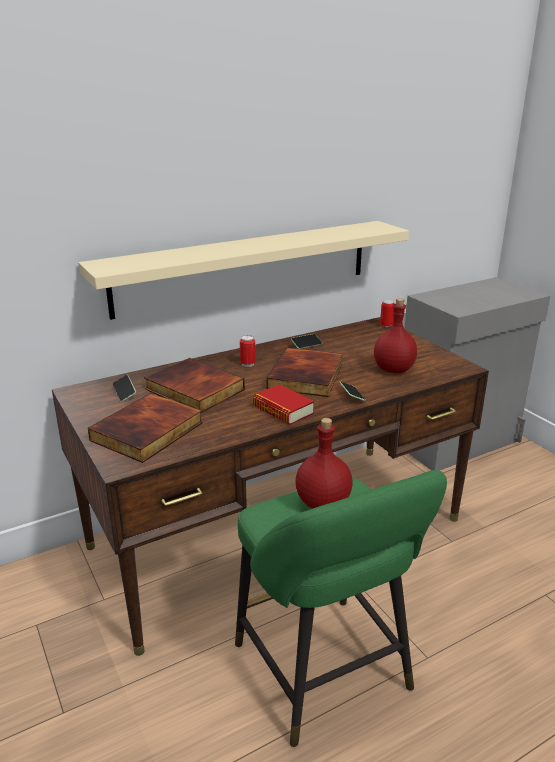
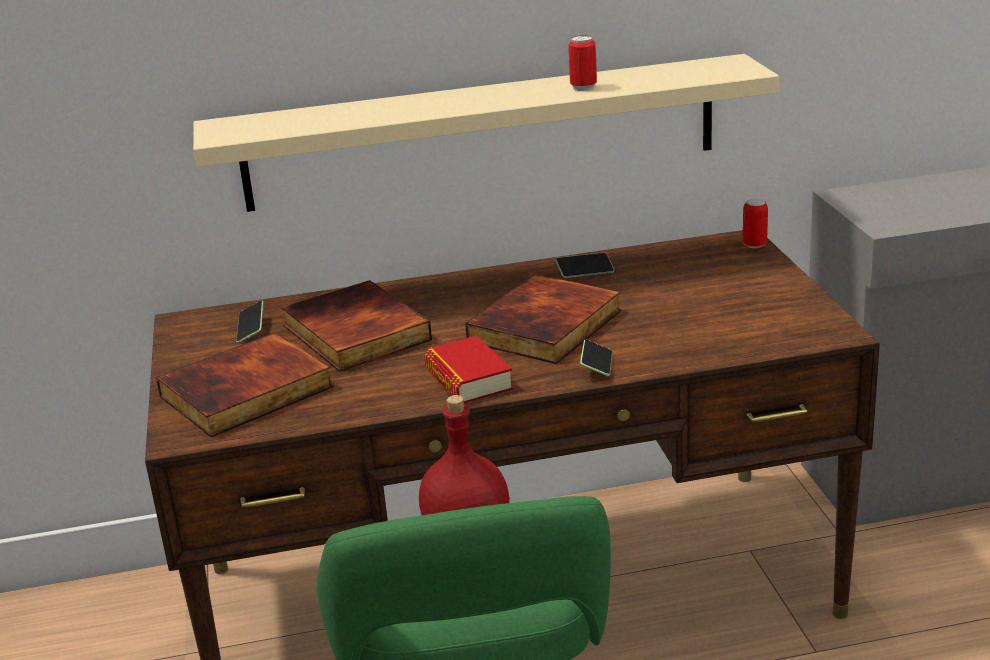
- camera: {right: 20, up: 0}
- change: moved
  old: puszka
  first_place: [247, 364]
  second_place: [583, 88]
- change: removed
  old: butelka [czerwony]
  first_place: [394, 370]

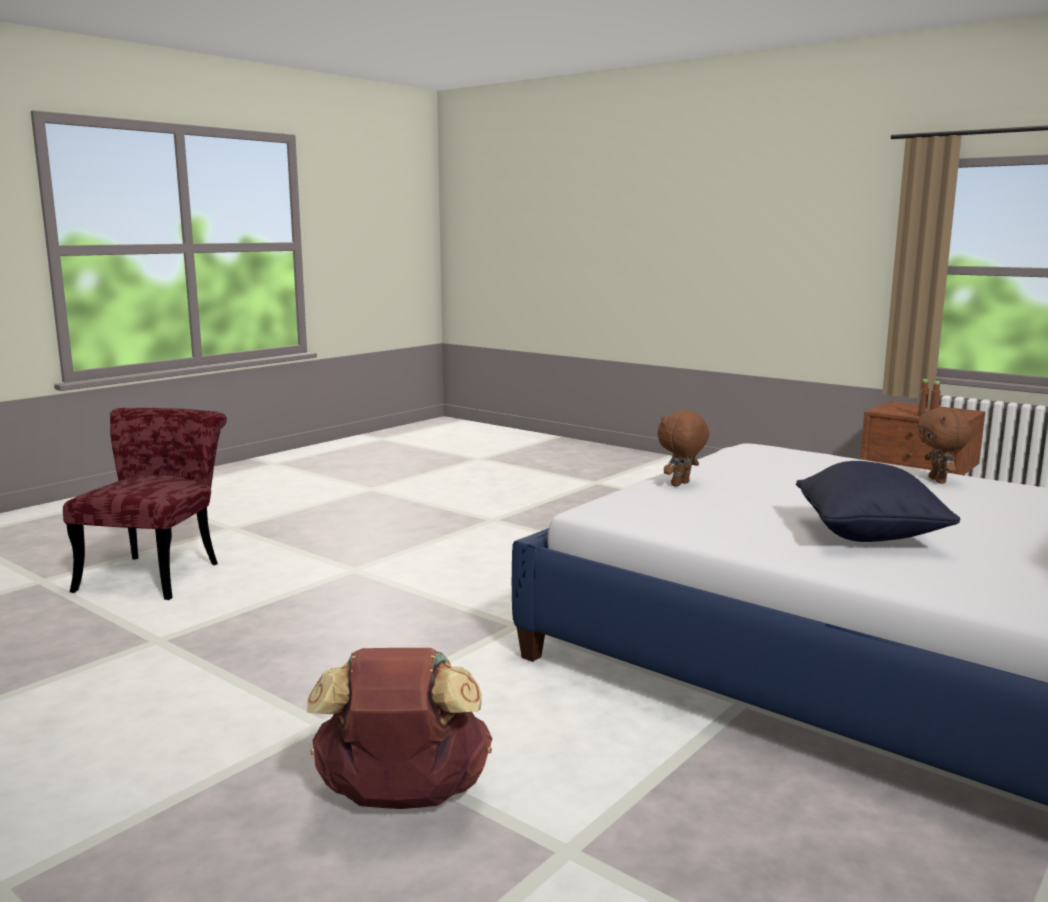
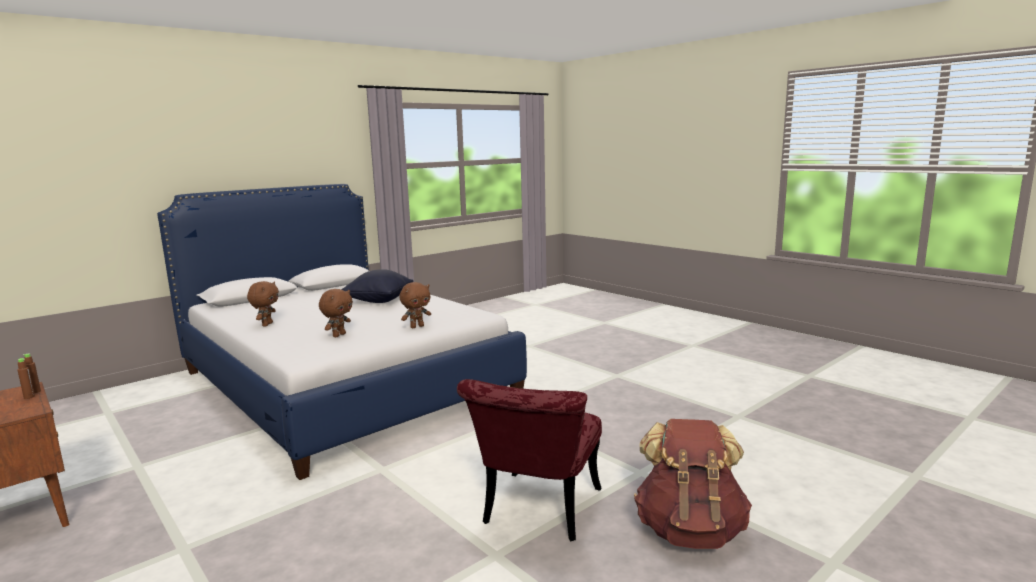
- camera: {right: -170, up: 0}
- change: added
  new: pluszak [brązowy]
  second_place: [338, 335]
- change: moved
  old: krzesło [czerwony]
  first_place: [157, 572]
  second_place: [538, 513]
- change: moved
  old: plecak [brązowy]
  first_place: [402, 799]
  second_place: [690, 530]

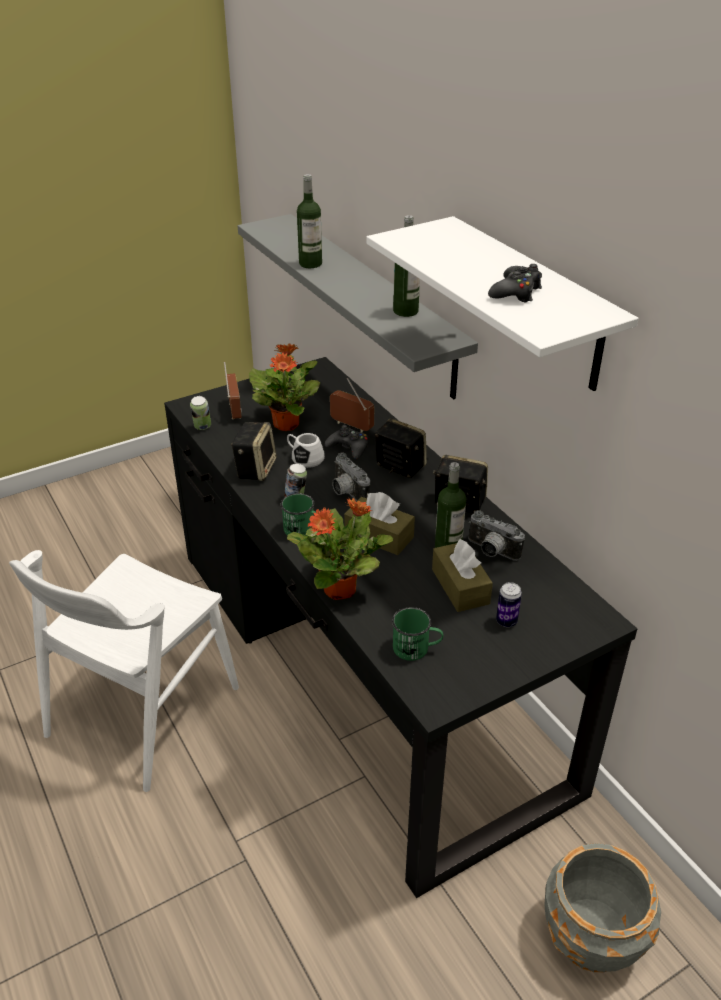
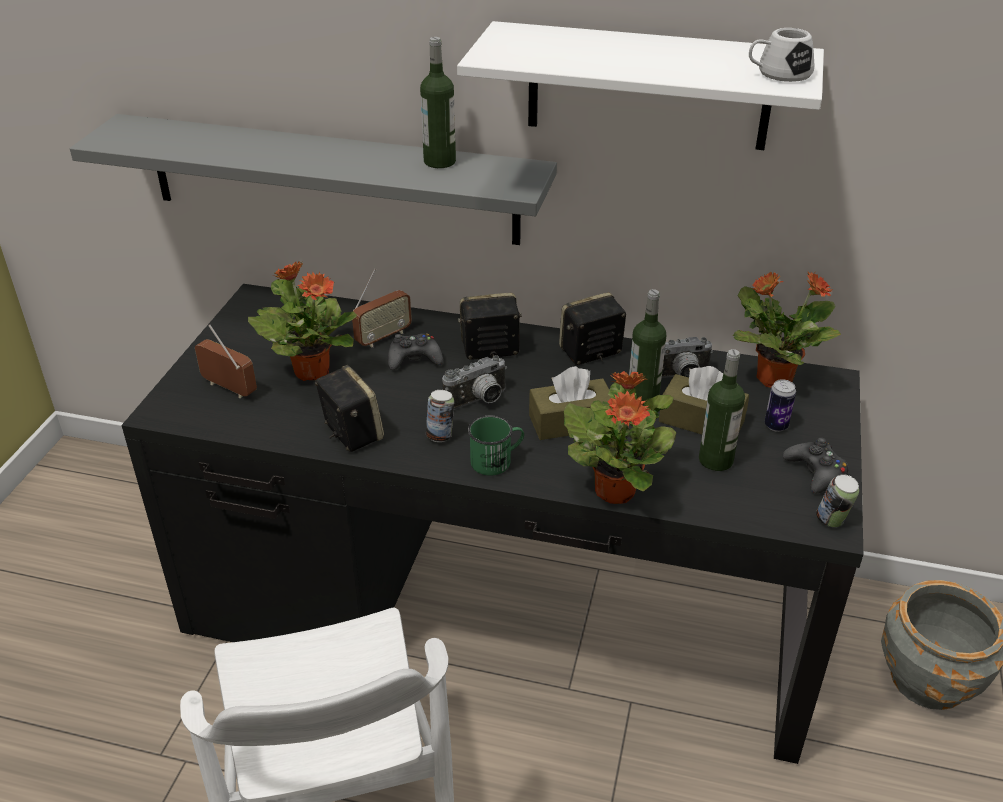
- camera: {right: -45, up: 0}
- change: turned
  old: radio
  first_place: [351, 426]
  second_place: [383, 337]
  degrees: 150
- change: turned
  old: aparat fotograficzny
  first_place: [346, 492]
  second_place: [479, 401]
  degrees: -45
- change: moved
  old: butelka
  first_place: [310, 264]
  second_place: [716, 460]
- change: added
  new: roślina doniczkowa
  second_place: [772, 378]
- change: moved
  old: kubek [biały]
  first_place: [304, 458]
  second_place: [778, 74]
- change: moved
  old: pad do gier [czarny]
  first_place: [516, 292]
  second_place: [816, 472]
- change: moved
  old: puszka
  first_place: [202, 427]
  second_place: [832, 521]
- change: removed
  old: kubek [zielony]
  first_place: [416, 649]

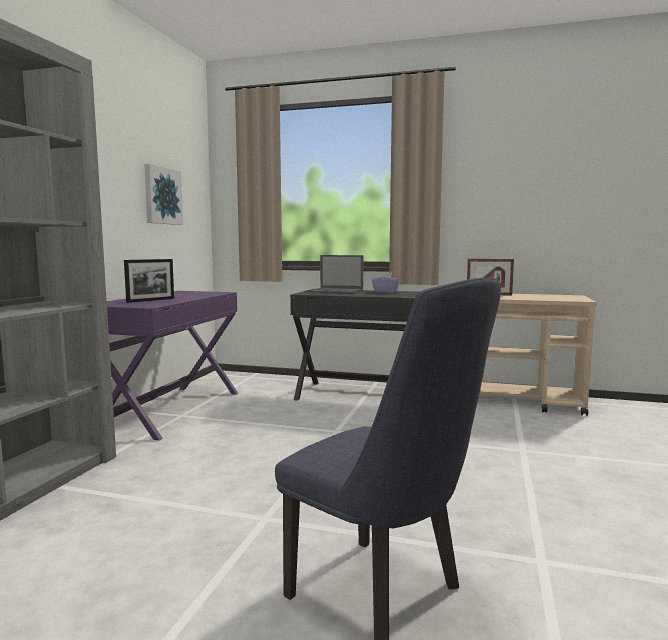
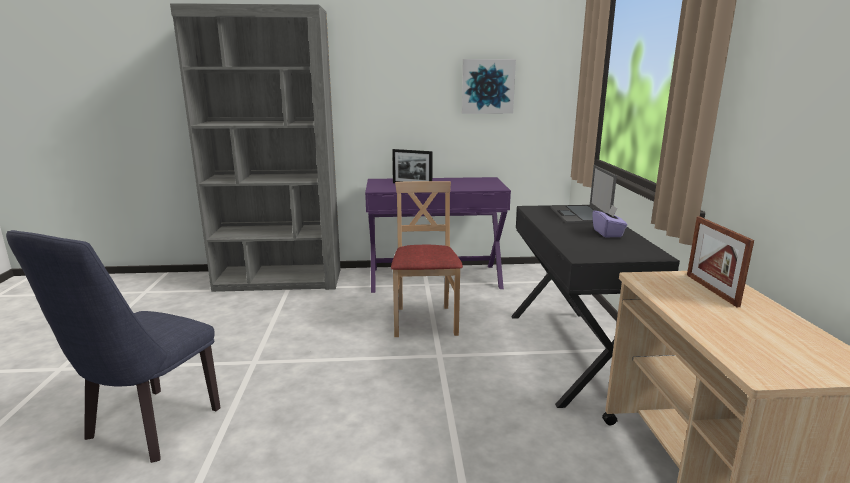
- camera: {right: 70, up: 10}
- change: added
  new: krzesło [beżowy]
  second_place: [425, 321]

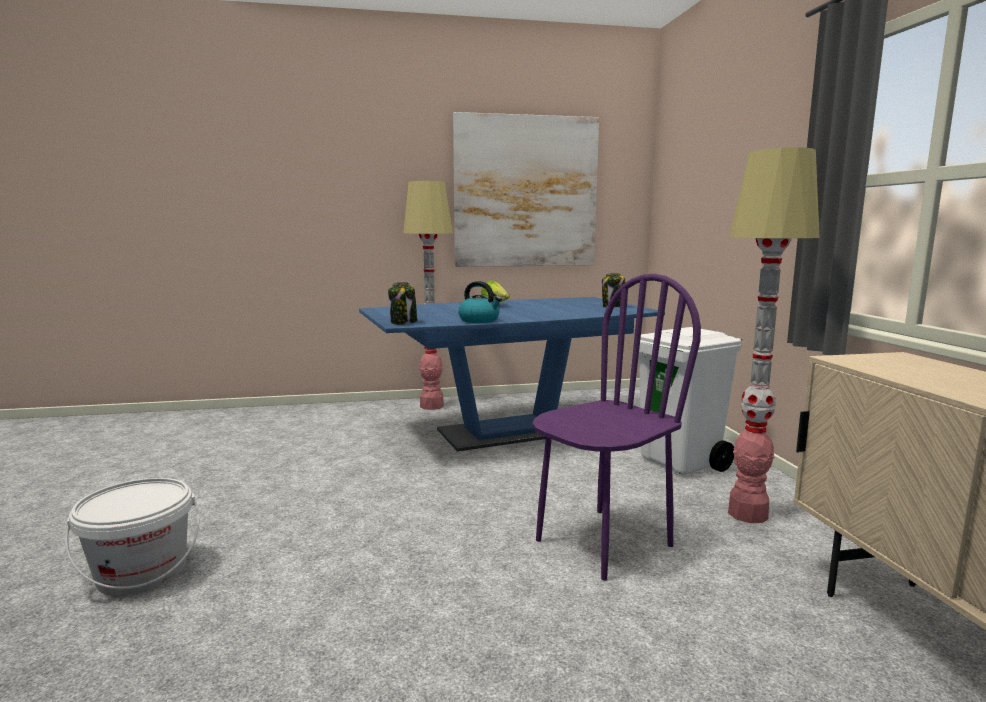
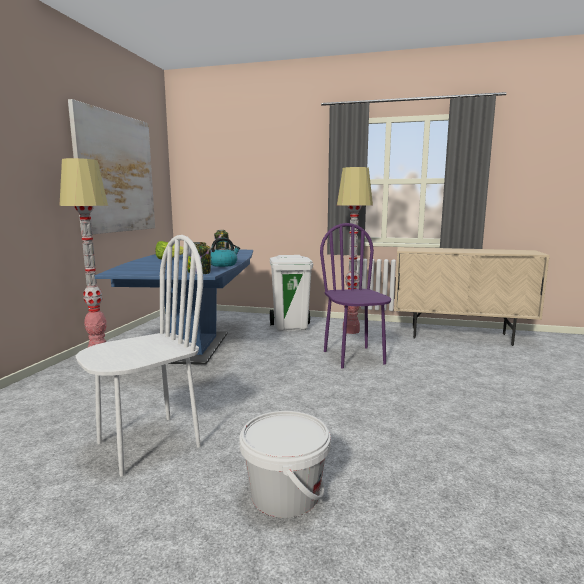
- camera: {right: -65, up: 0}
- change: added
  new: krzesło [biały]
  second_place: [148, 444]

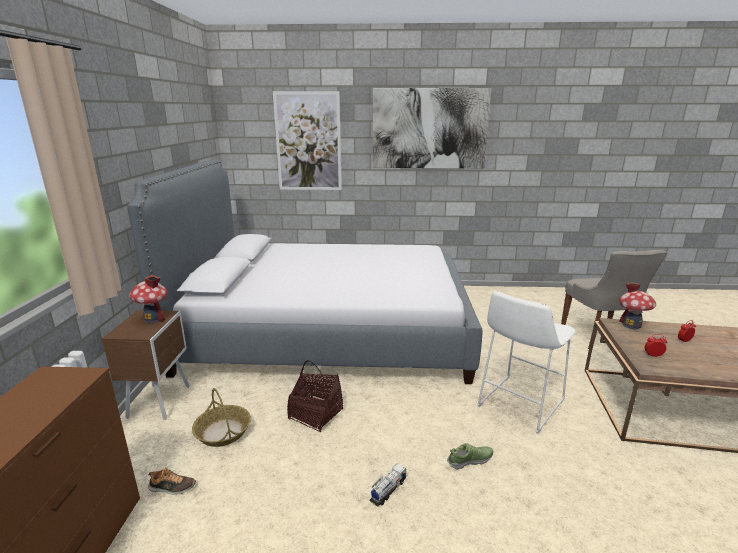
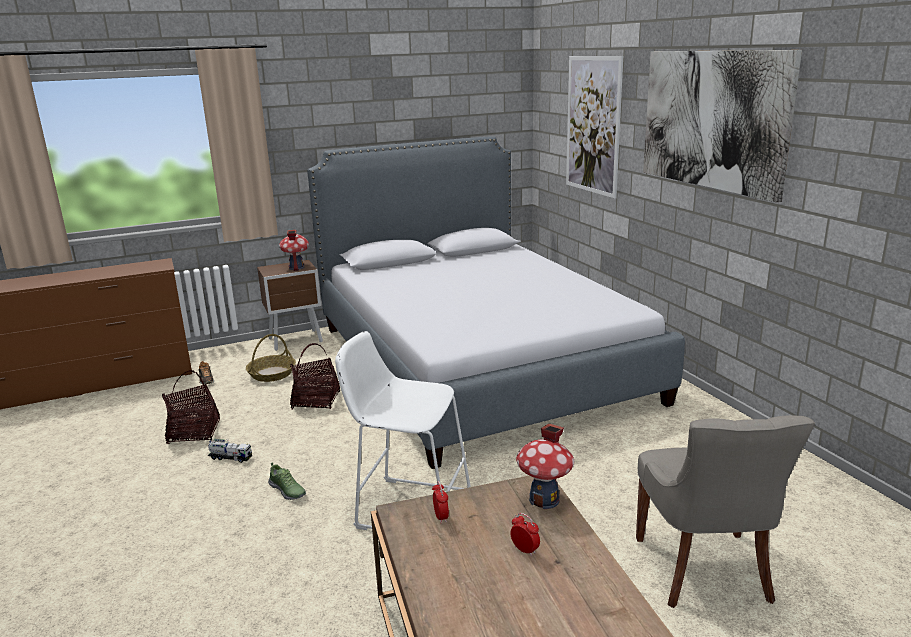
- camera: {right: 65, up: 0}
- change: added
  new: koszyk
  second_place: [194, 432]
- change: turned
  old: krzesło [szary]
  first_place: [599, 337]
  second_place: [704, 571]
  degrees: -60

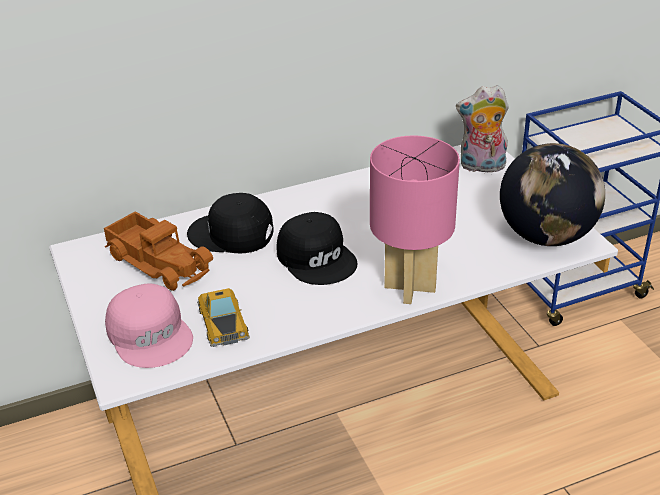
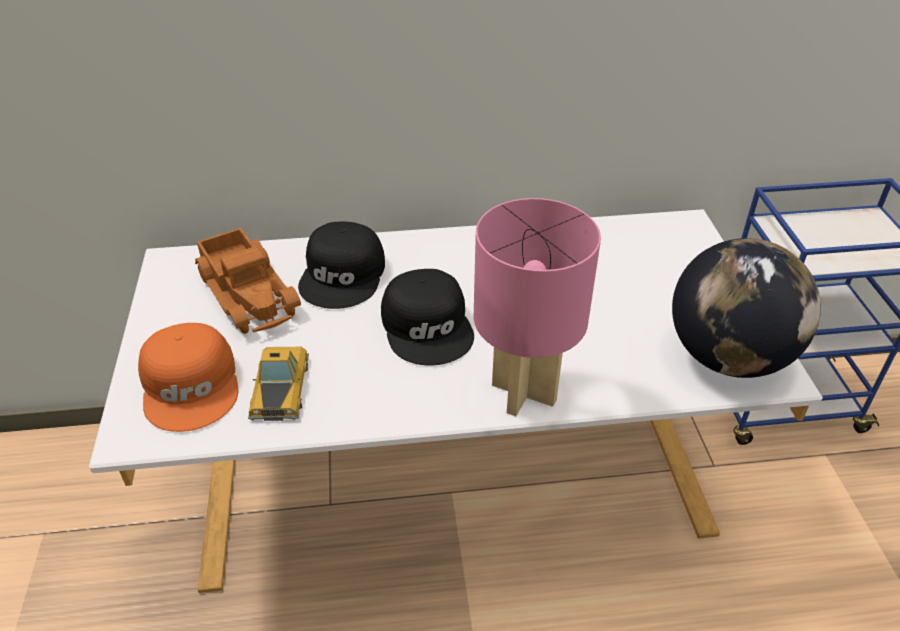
- camera: {right: 15, up: 5}
- change: recoloured
  old: czapka z daszkiem [różowy]
  new: czapka z daszkiem [pomarańczowy]
  first_place: [151, 334]
  second_place: [192, 385]
- change: turned
  old: czapka z daszkiem [czarny]
  first_place: [231, 234]
  second_place: [344, 275]
  degrees: -105
- change: removed
  old: pluszak
  first_place: [481, 167]

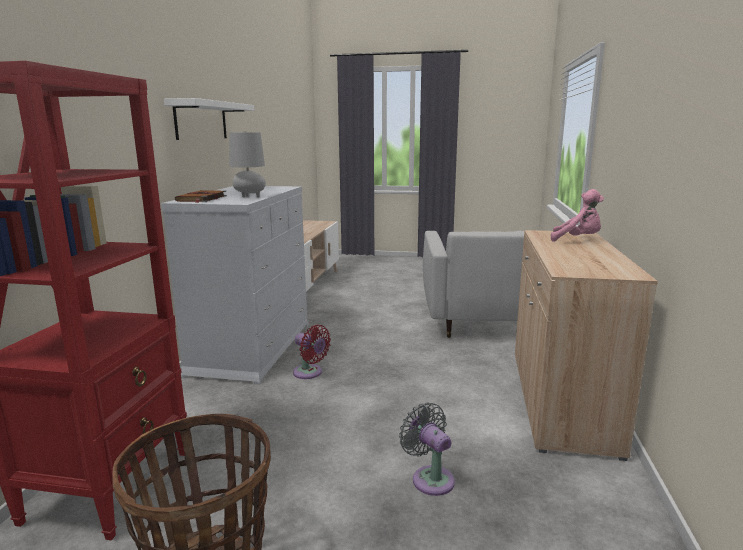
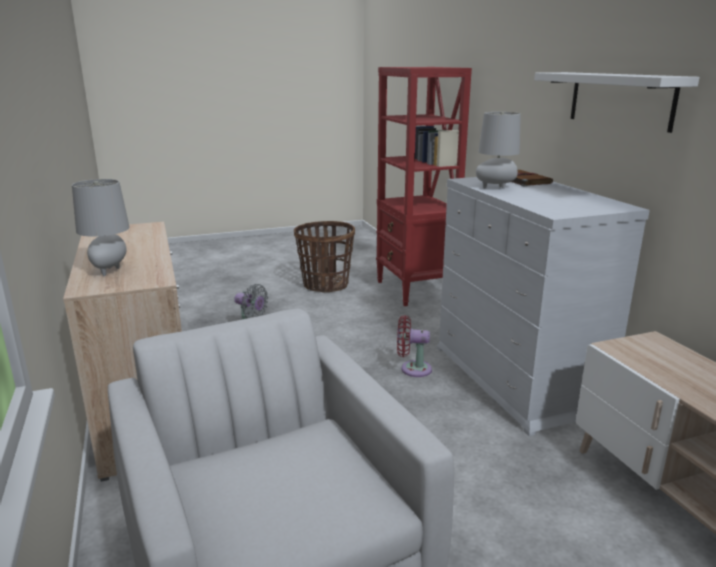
- camera: {right: 150, up: 5}
- change: replaced
  old: pluszak [różowy]
  new: lampa stołowa [szary]
  first_place: [577, 240]
  second_place: [109, 270]

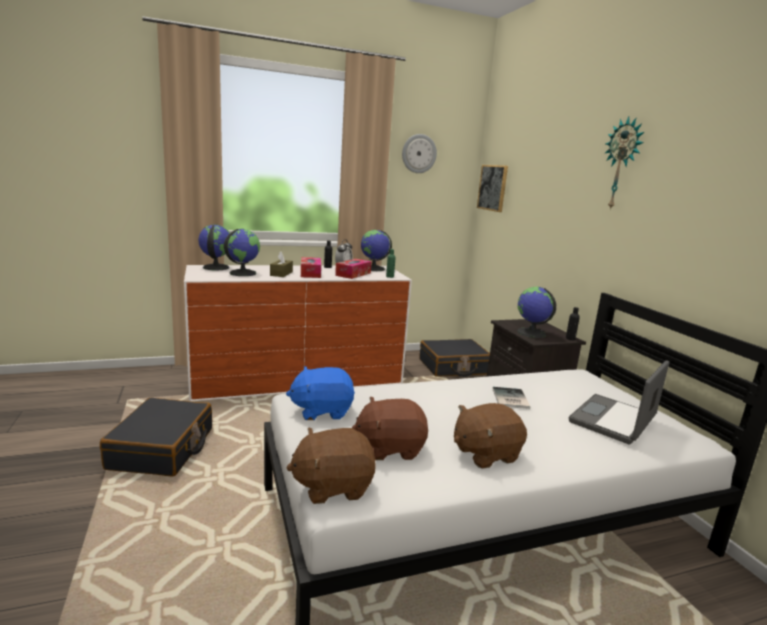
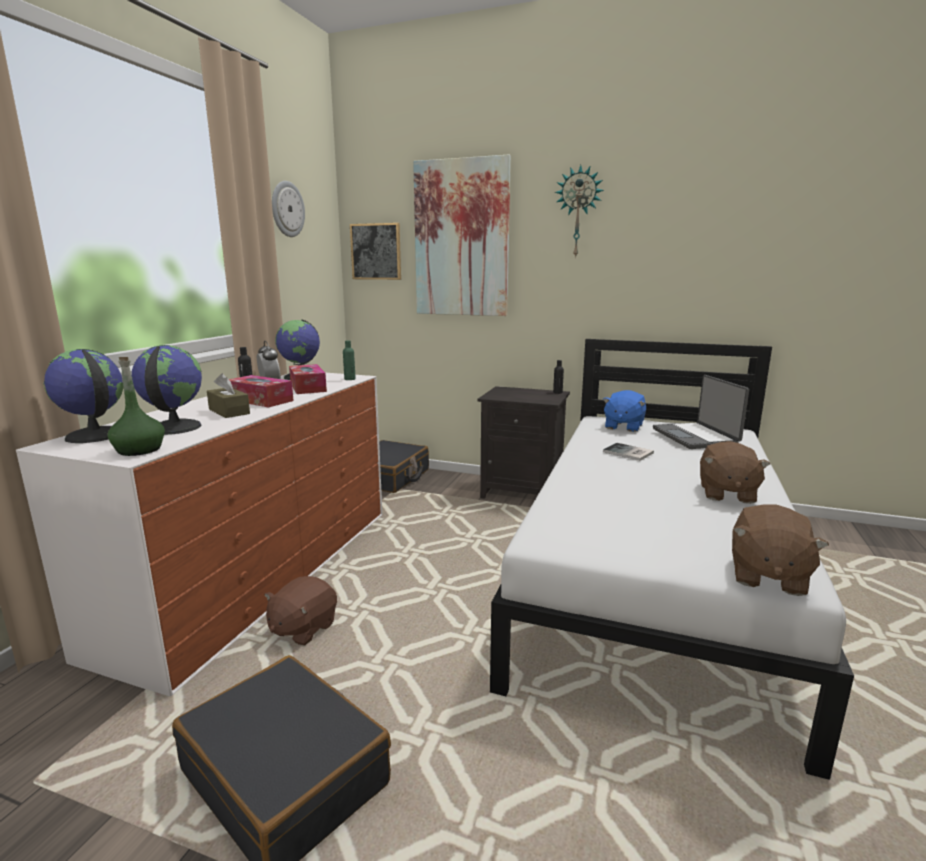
- camera: {right: -50, up: 0}
- change: added
  new: butelka [zielony]
  second_place: [139, 450]
- change: moved
  old: pluszak [brązowy]
  first_place: [390, 448]
  second_place: [302, 628]
- change: added
  new: obraz
  second_place: [461, 239]
- change: moved
  old: pluszak [niebieski]
  first_place: [322, 410]
  second_place: [623, 426]
- change: removed
  old: globus
  first_place: [531, 333]

